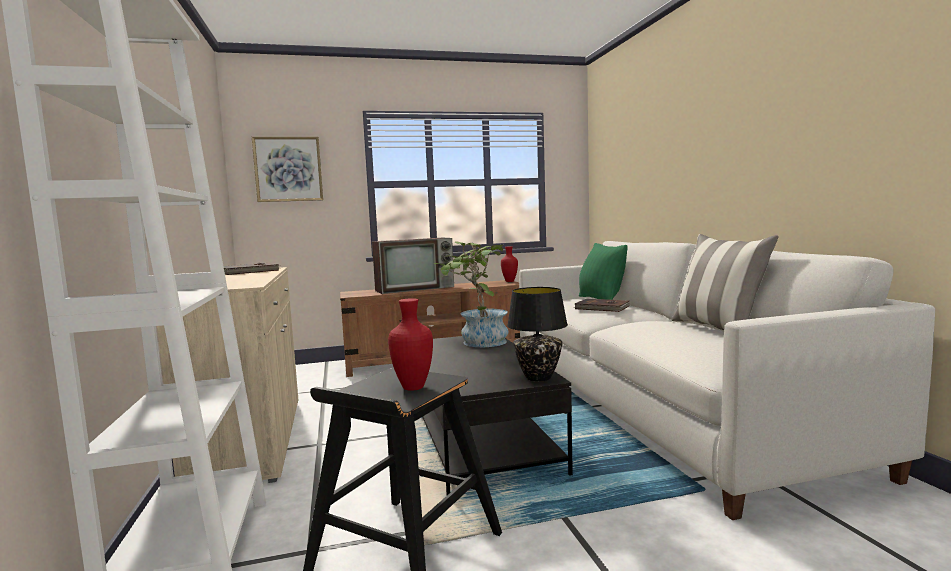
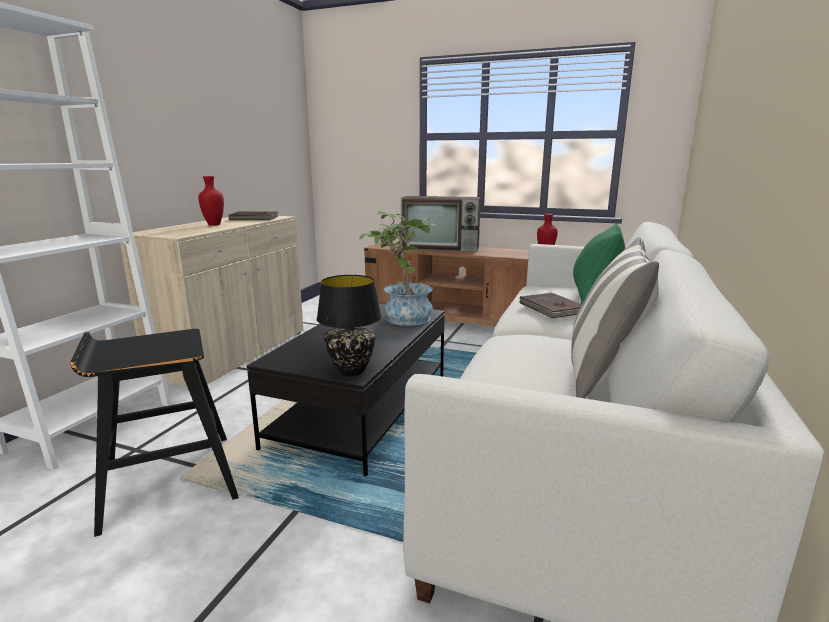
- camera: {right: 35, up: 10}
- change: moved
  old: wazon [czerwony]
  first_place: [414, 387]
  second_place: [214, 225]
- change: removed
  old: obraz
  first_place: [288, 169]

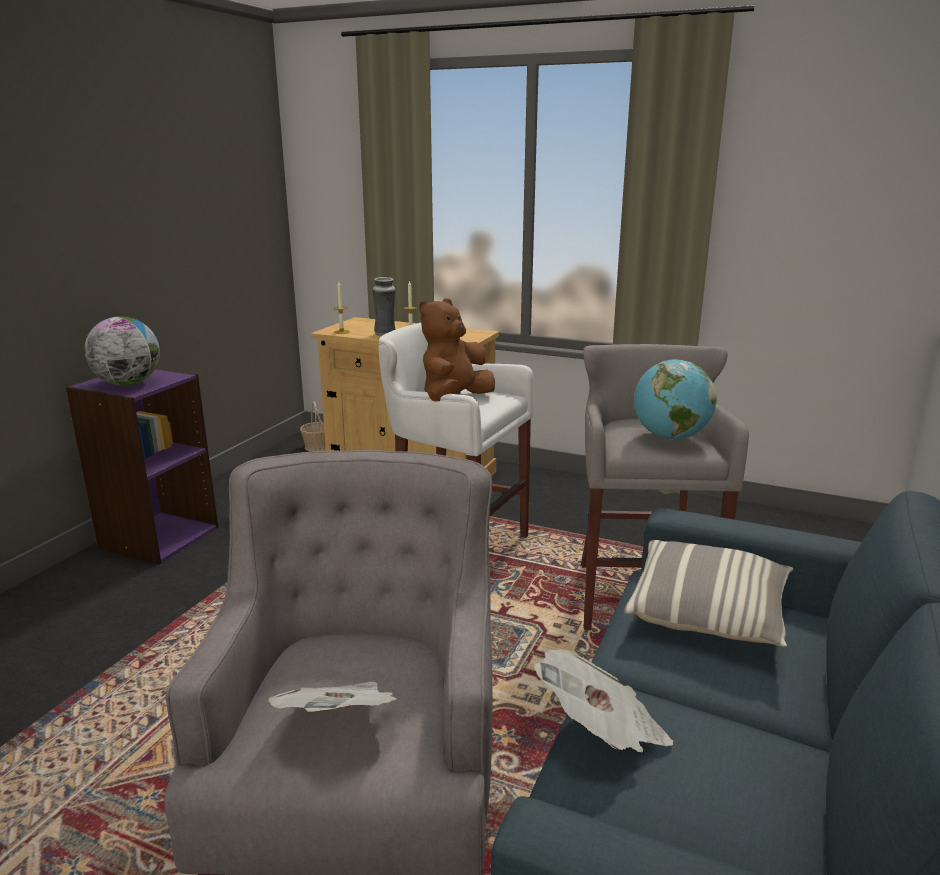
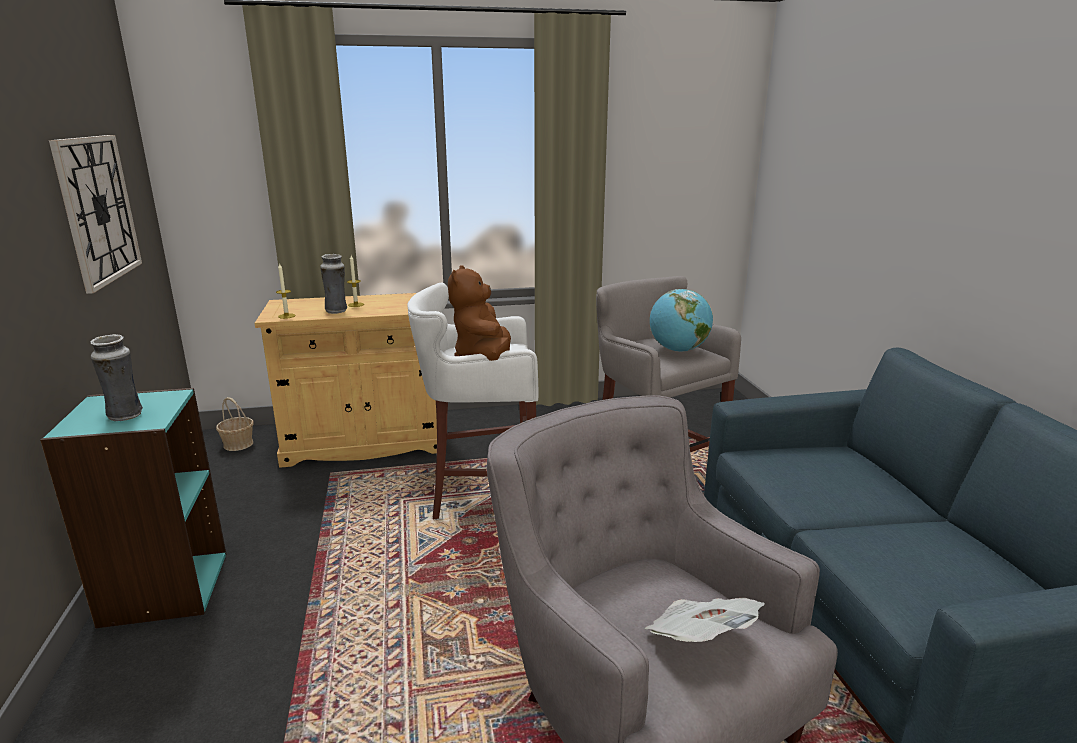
- camera: {right: -35, up: 0}
- change: recoloured
  old: regał [fioletowy]
  new: regał [turkusowy]
  first_place: [158, 537]
  second_place: [164, 588]
- change: added
  new: zegar ścienny
  second_place: [98, 209]
- change: replaced
  old: globus
  new: wazon
  first_place: [128, 384]
  second_place: [125, 416]
- change: removed
  old: gazeta
  first_place: [601, 730]
- change: removed
  old: poduszka
  first_place: [708, 613]

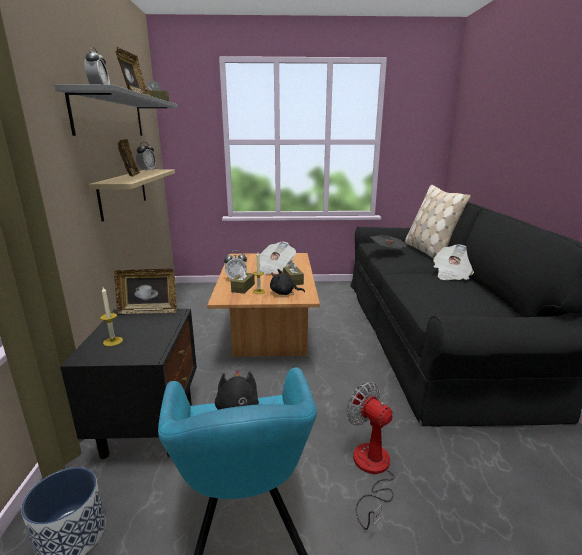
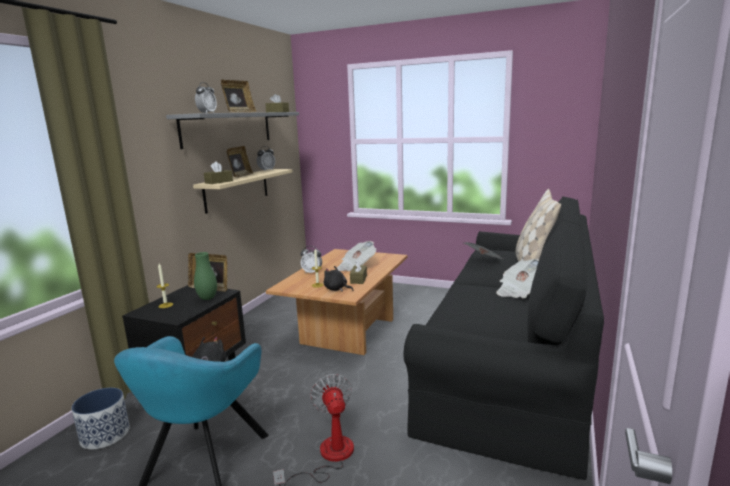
- camera: {right: 25, up: -5}
- change: added
  new: wazon [zielony]
  second_place: [207, 298]
- change: moved
  old: pudełko chusteczek [brązowy]
  first_place: [243, 288]
  second_place: [219, 182]

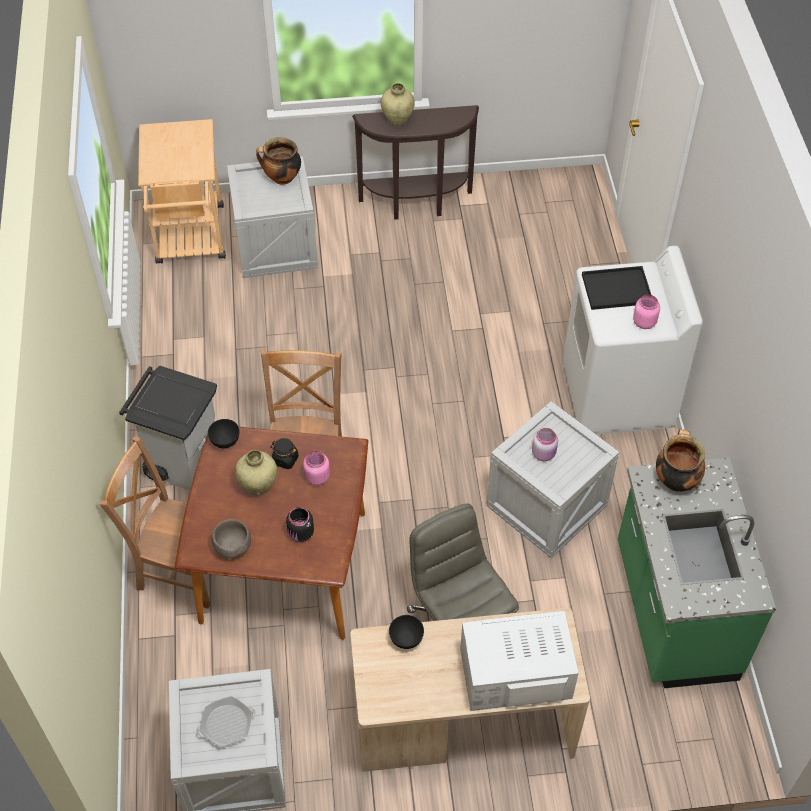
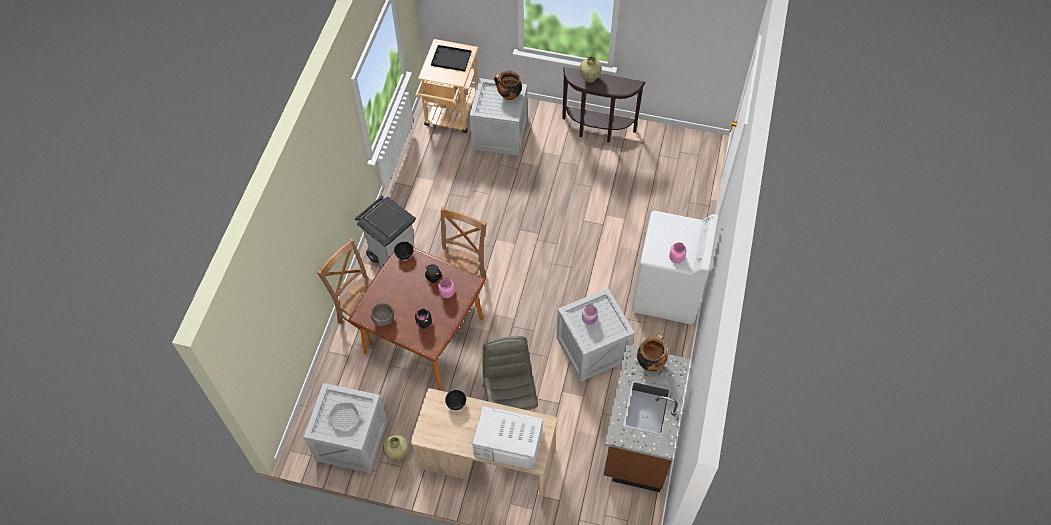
- camera: {right: 20, up: 5}
- change: moved
  old: wazon [beżowy]
  first_place: [258, 486]
  second_place: [397, 453]
- change: moved
  old: taca [czarny]
  first_place: [618, 288]
  second_place: [452, 58]
- change: recoloured
  old: zabudowa kuchenna [zielony]
  new: zabudowa kuchenna [brązowy]
  first_place: [673, 612]
  second_place: [638, 438]

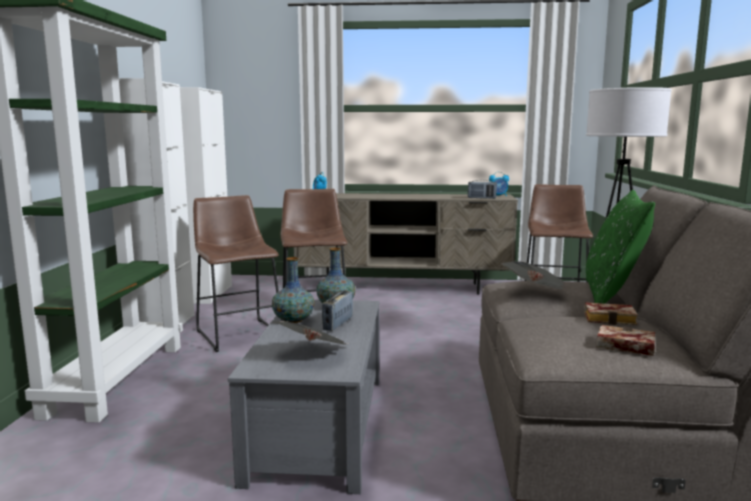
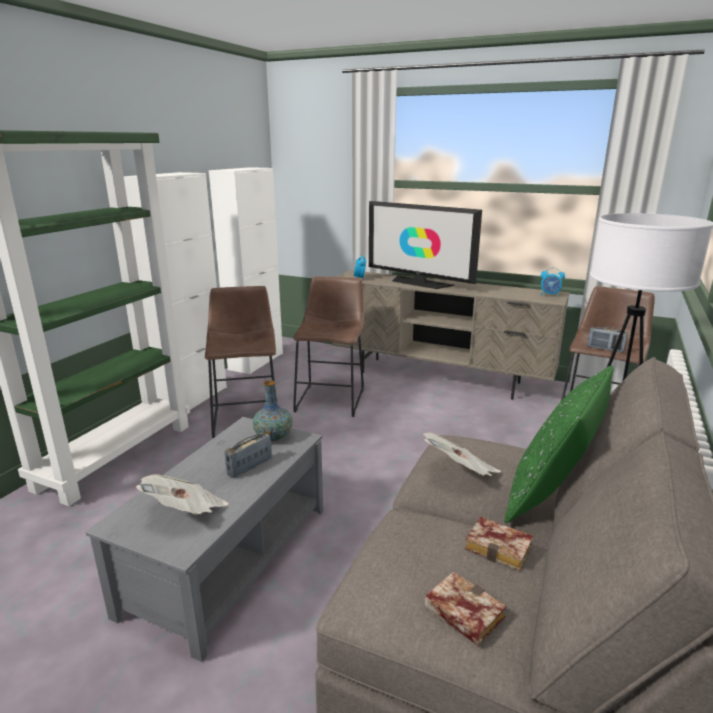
- camera: {right: 20, up: 10}
- change: added
  new: telewizor
  second_place: [419, 283]
- change: moved
  old: radio
  first_place: [481, 198]
  second_place: [605, 349]
- change: removed
  old: wazon
  first_place: [293, 320]

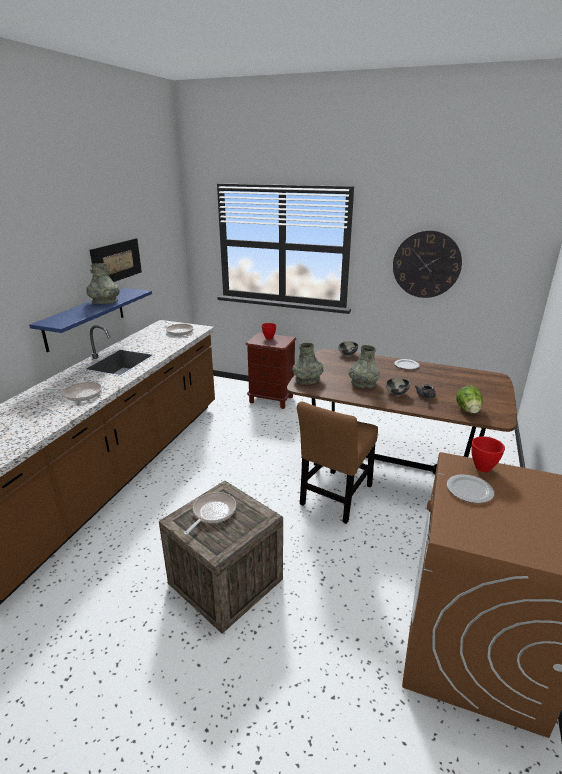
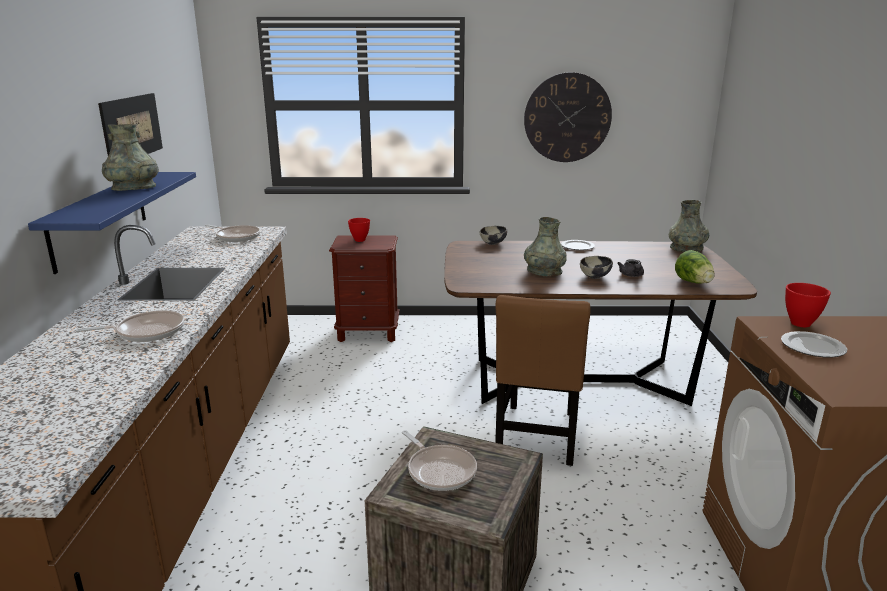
- camera: {right: -20, up: -5}
- change: turned
  old: patelnia
  first_place: [212, 512]
  second_place: [439, 470]
  degrees: 135
- change: moved
  old: wazon [szary]
  first_place: [307, 379]
  second_place: [686, 248]

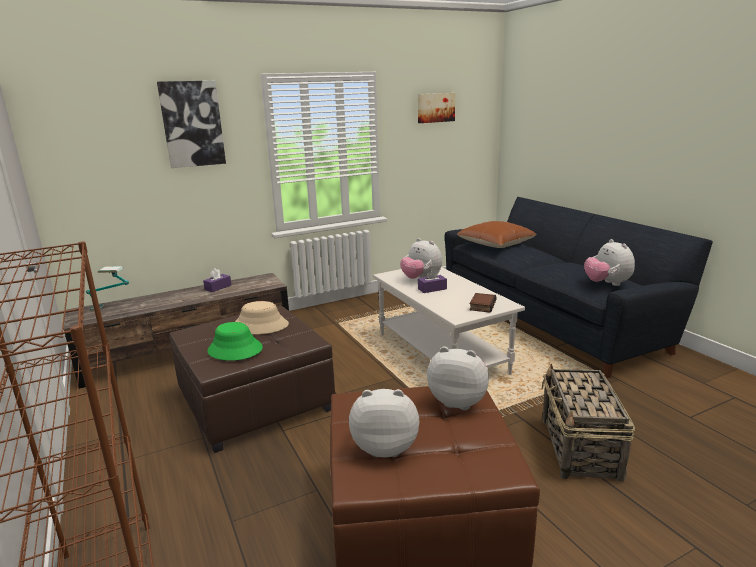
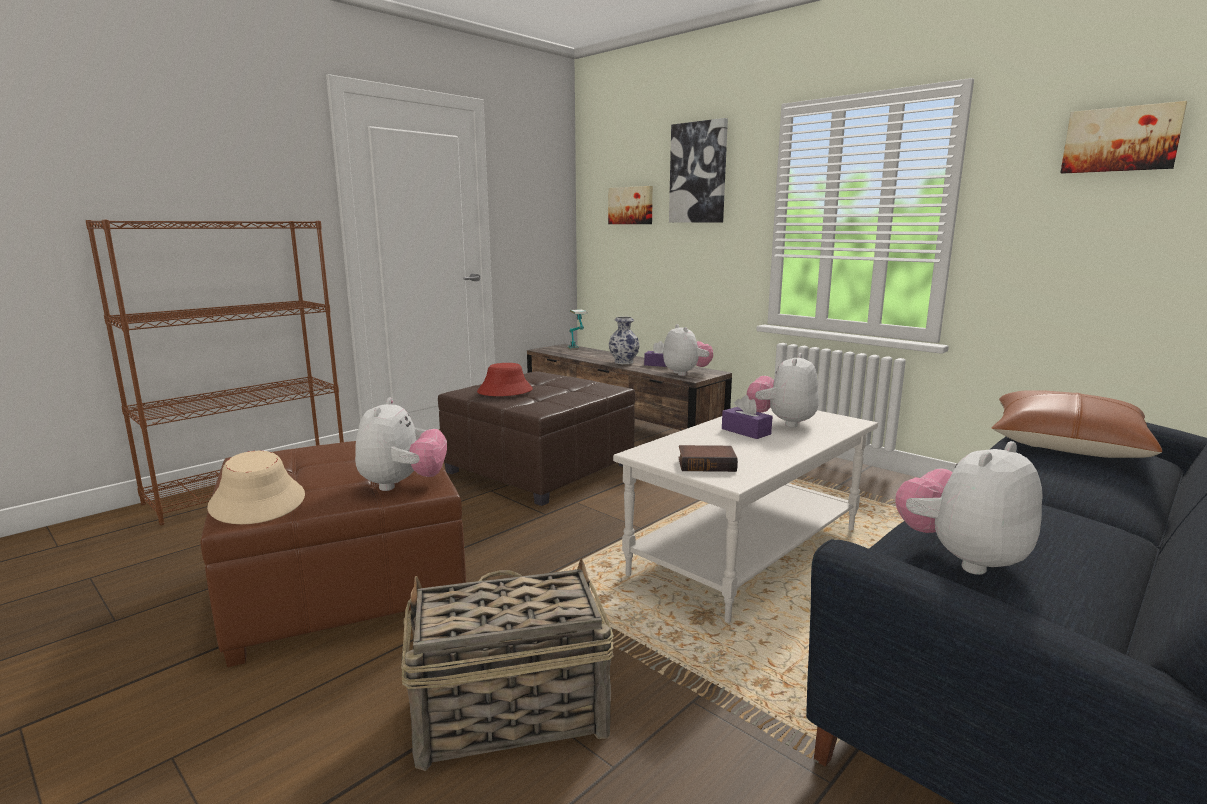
- camera: {right: 70, up: -5}
- change: moved
  old: kapelusz [beżowy]
  first_place: [260, 326]
  second_place: [258, 501]
- change: recoloured
  old: kapelusz [zielony]
  new: kapelusz [czerwony]
  first_place: [235, 350]
  second_place: [505, 391]
- change: added
  new: obraz
  second_place: [631, 205]
- change: added
  new: wazon
  second_place: [624, 362]
- change: moved
  old: pluszak
  first_place: [385, 447]
  second_place: [686, 373]

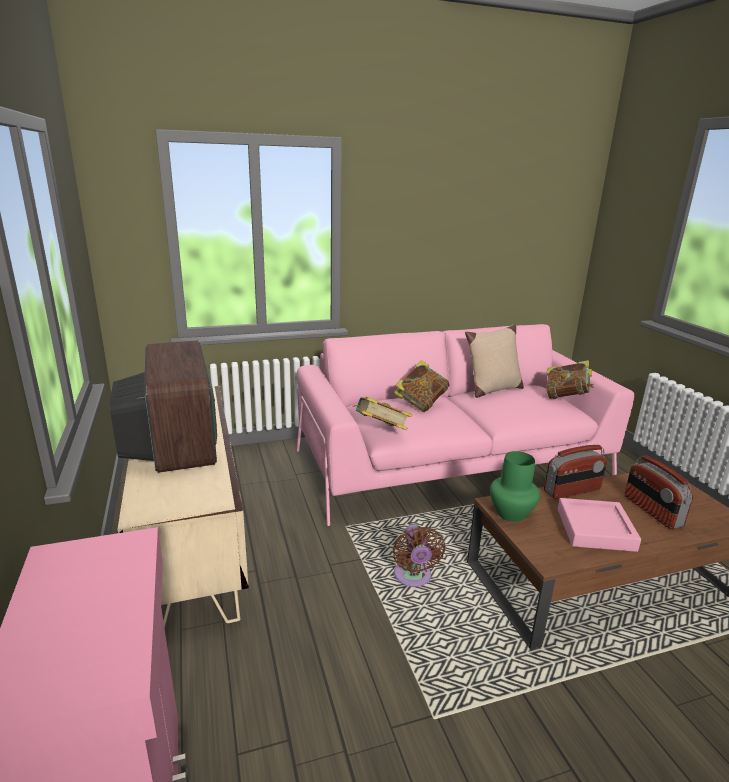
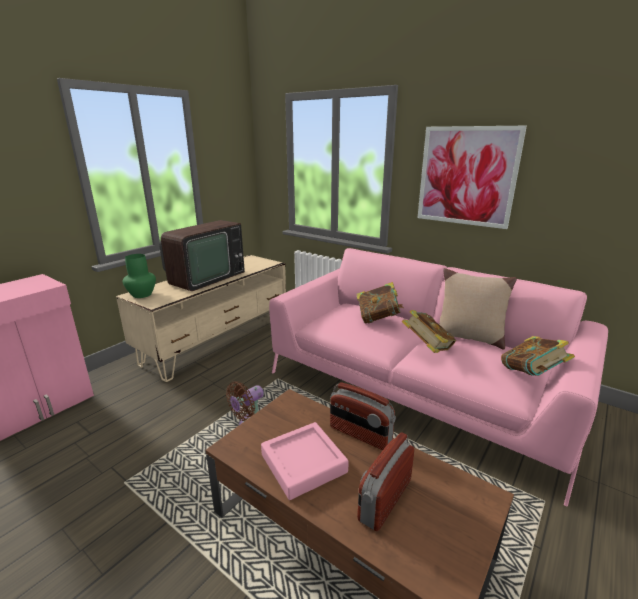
- camera: {right: 55, up: 0}
- change: moved
  old: wazon [zielony]
  first_place: [510, 513]
  second_place: [142, 294]
- change: moved
  old: książka
  first_place: [380, 431]
  second_place: [427, 348]
- change: added
  new: obraz
  second_place: [466, 176]

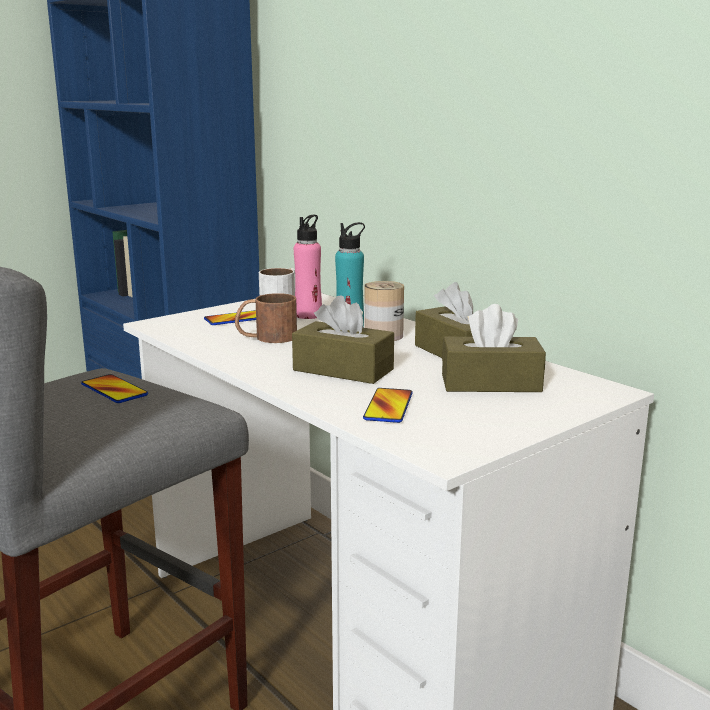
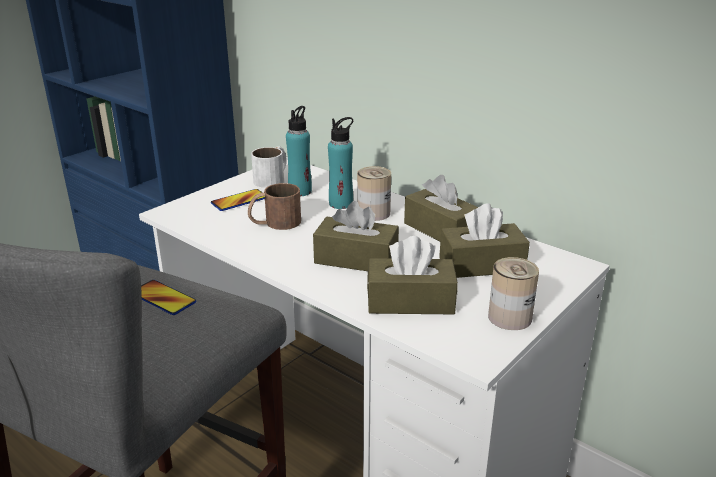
- camera: {right: -10, up: 10}
- change: recoloured
  old: butelka [różowy]
  new: butelka [turkusowy]
  first_place: [308, 315]
  second_place: [300, 191]
- change: replaced
  old: telefon
  new: pudełko chusteczek [brązowy]
  first_place: [388, 407]
  second_place: [410, 301]
- change: added
  new: puszka
  second_place: [509, 317]

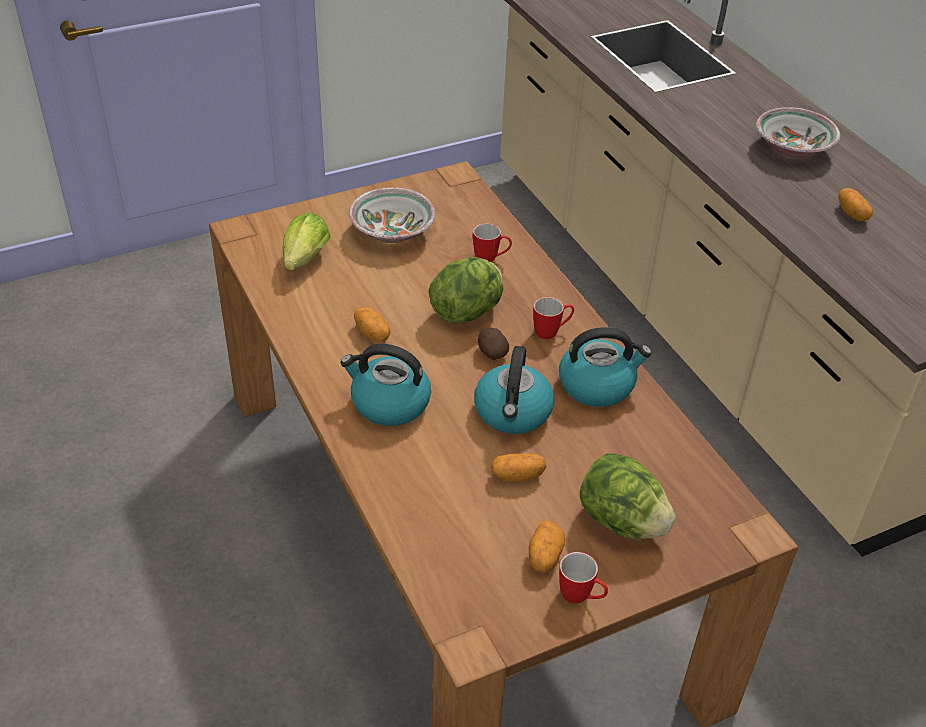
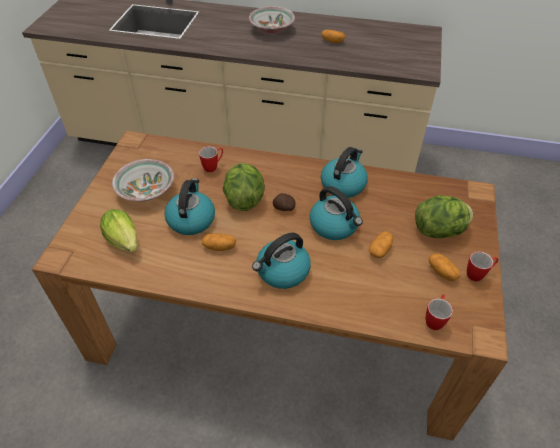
- camera: {right: -50, up: 5}
- change: added
  new: czajnik
  second_place: [191, 219]
- change: moved
  old: kubek
  first_place: [551, 332]
  second_place: [435, 319]

